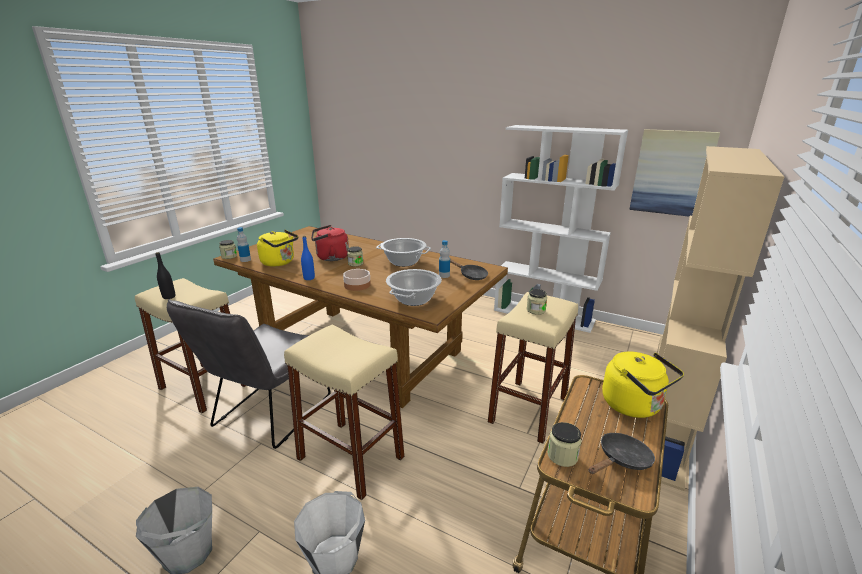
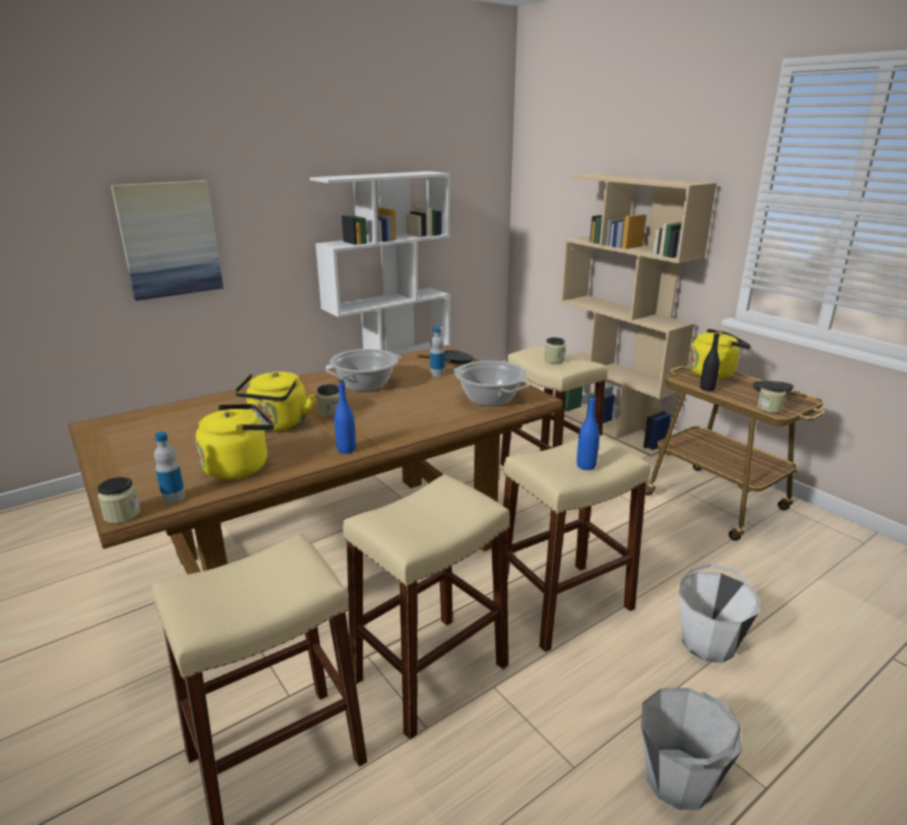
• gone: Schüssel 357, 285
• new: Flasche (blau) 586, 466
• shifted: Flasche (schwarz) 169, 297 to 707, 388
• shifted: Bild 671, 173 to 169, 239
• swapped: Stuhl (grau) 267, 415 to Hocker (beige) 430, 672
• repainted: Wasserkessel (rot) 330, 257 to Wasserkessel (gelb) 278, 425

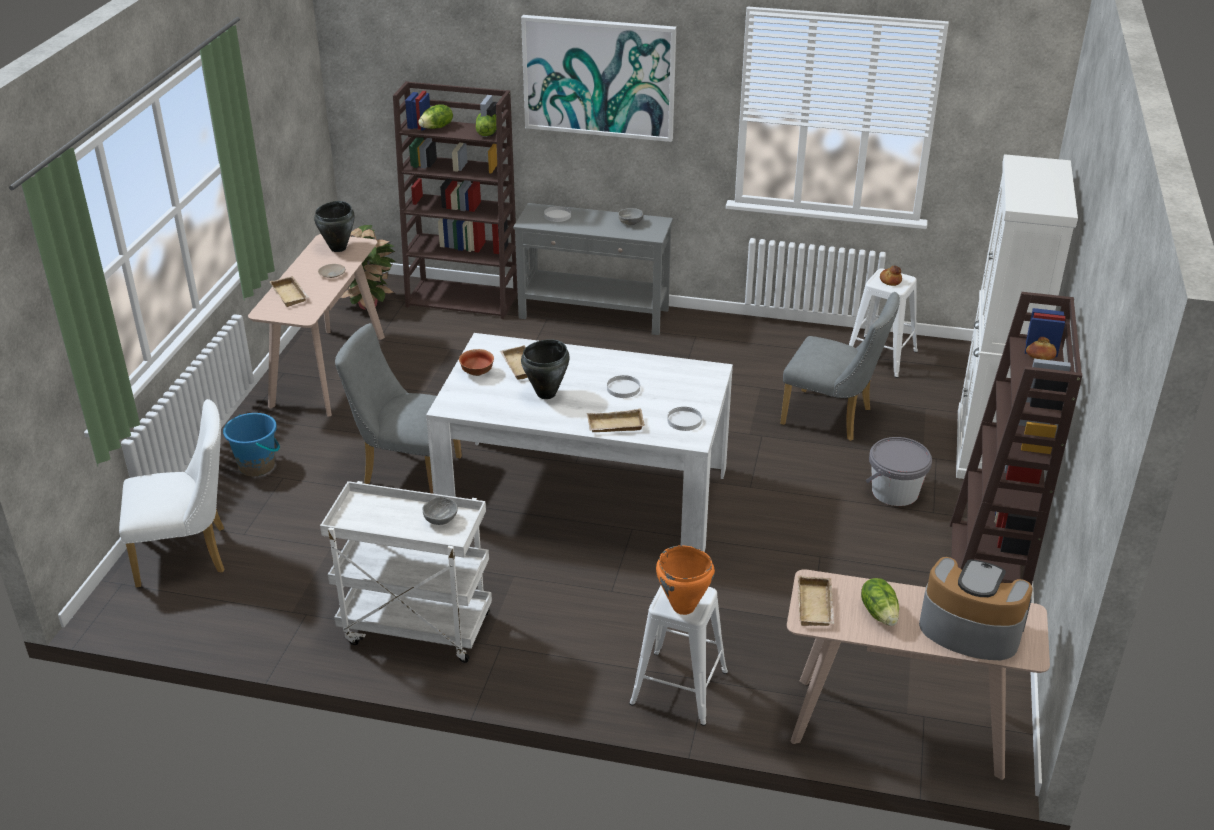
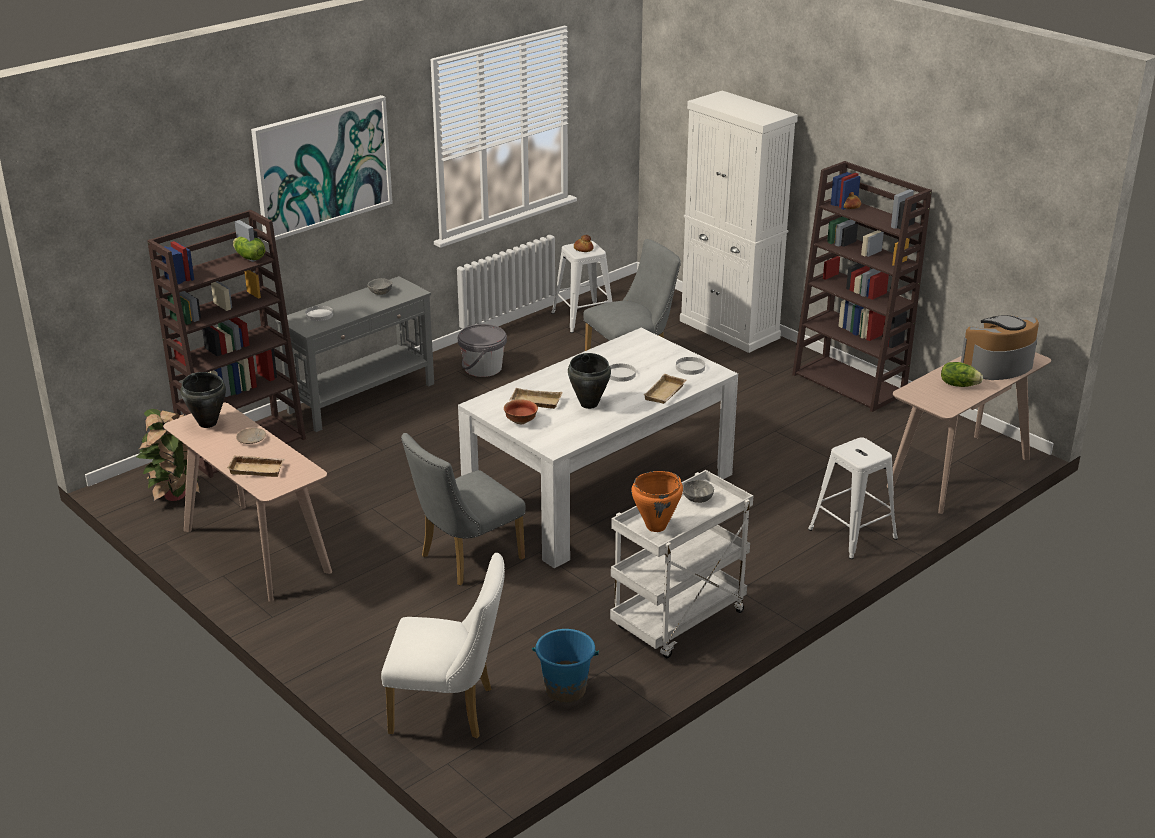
• gone: Salatkopf 437, 127
• gone: Tablett (beige) 816, 606
• shifted: Eimer (blau) 257, 466 to 565, 689
• shifted: Kochtopf (orange) 683, 607 to 656, 526
• shifted: Eimer (grau) 895, 492 to 483, 368
• rotated: Stuhl (weiß) 190, 555 = 450, 711 75 degrees clockwise

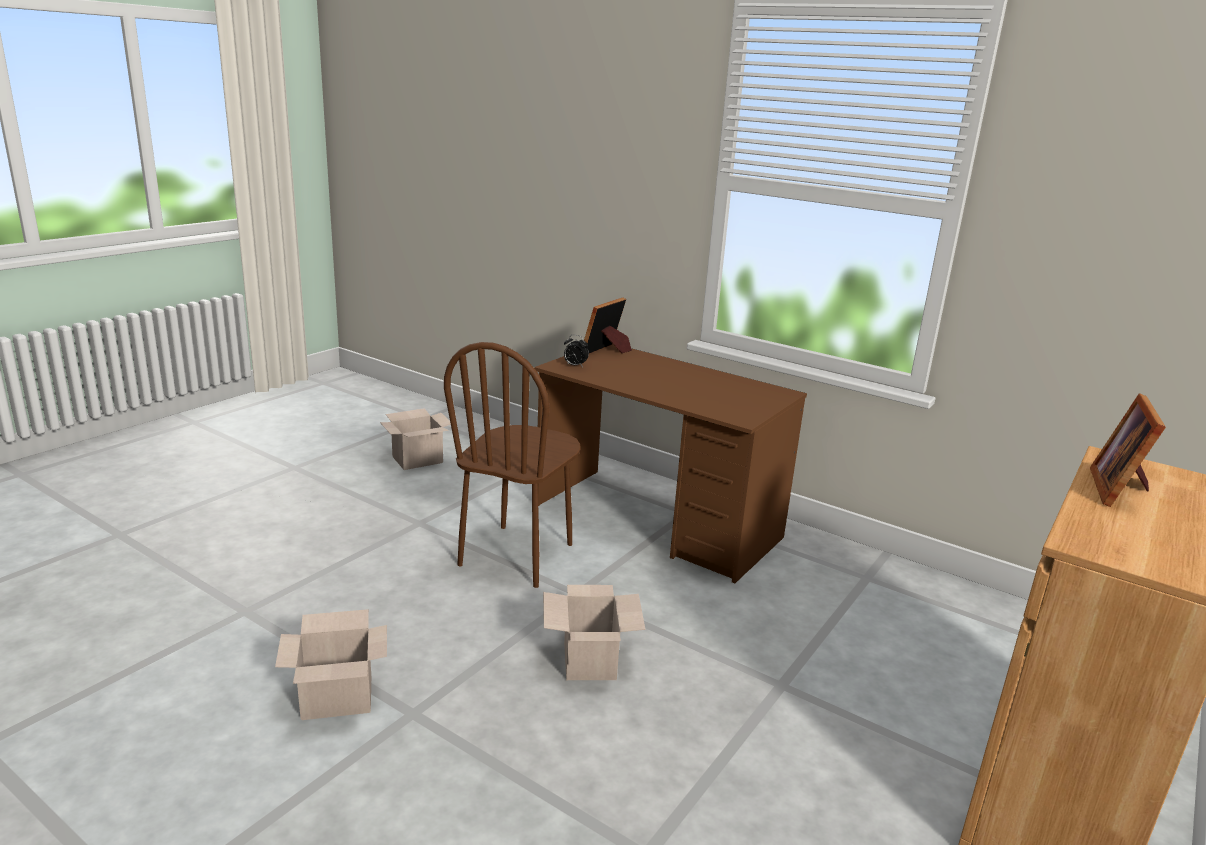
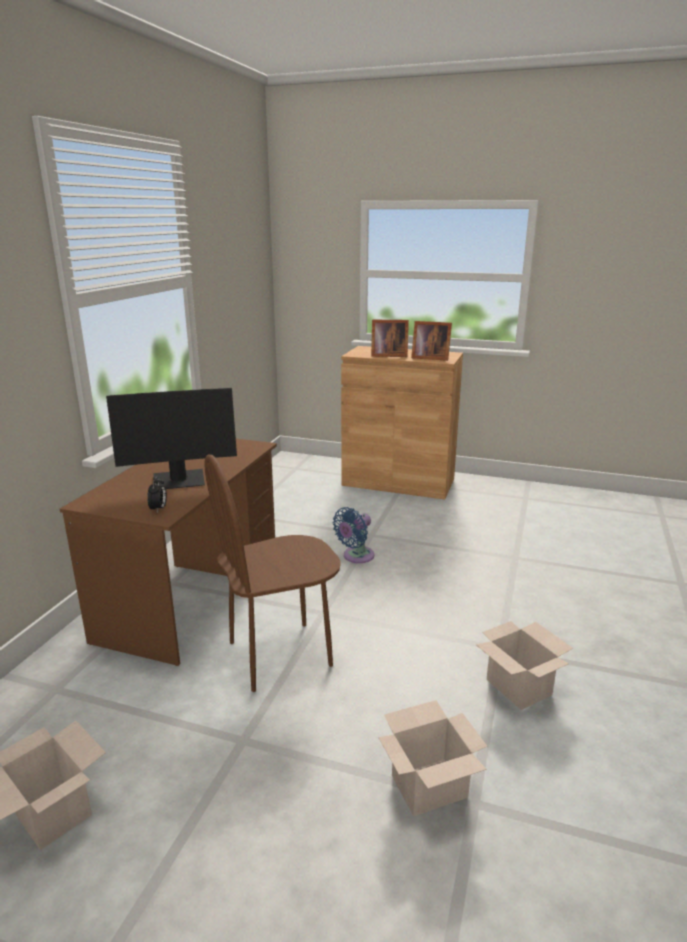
• new: Monitor 179, 481
• new: Ventilator (blau) 356, 556
• shifted: Karton 591, 662 to 430, 785
• shifted: Bilderrahmen 607, 351 to 429, 358
• rotated: Stuhl (braun) 517, 555 = 280, 654 150 degrees clockwise

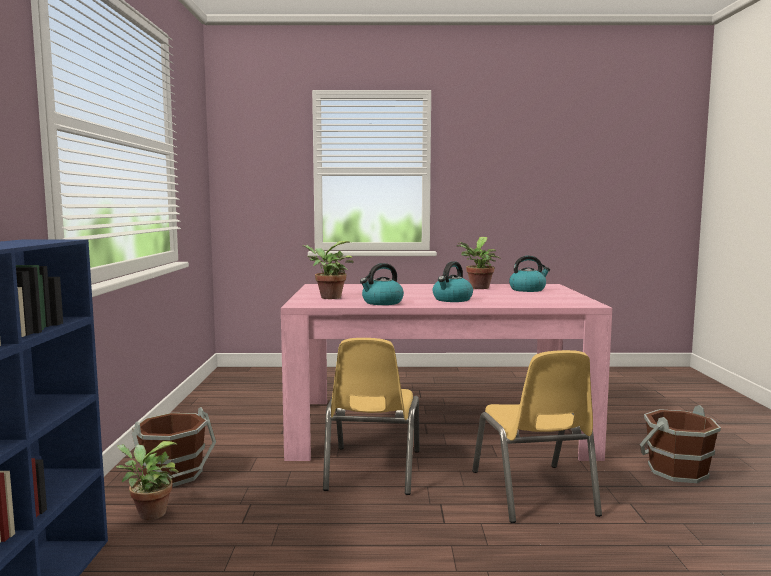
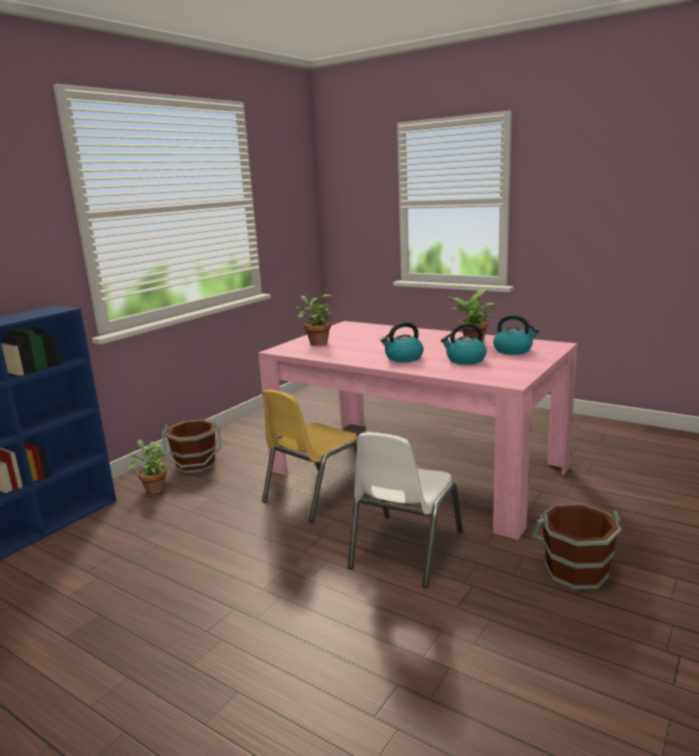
• shifted: Wasserkessel 382, 302 to 465, 360
• repainted: Stuhl (gelb) 533, 493 to Stuhl (weiß) 405, 549

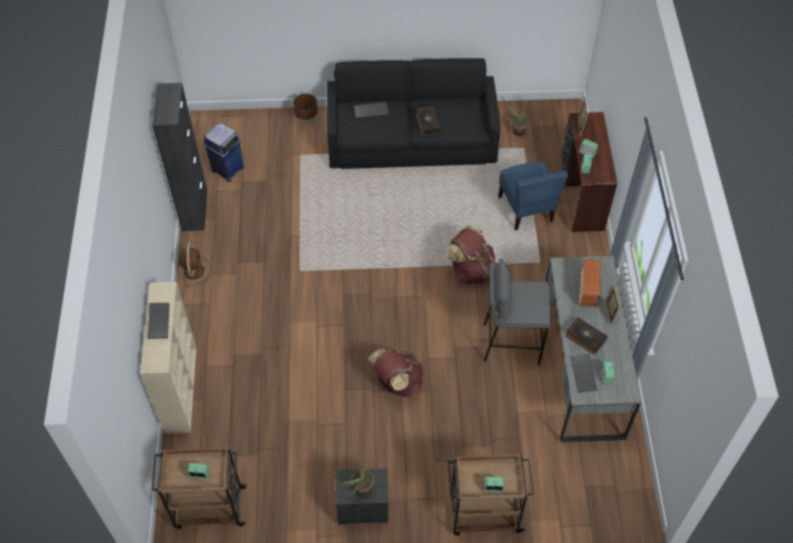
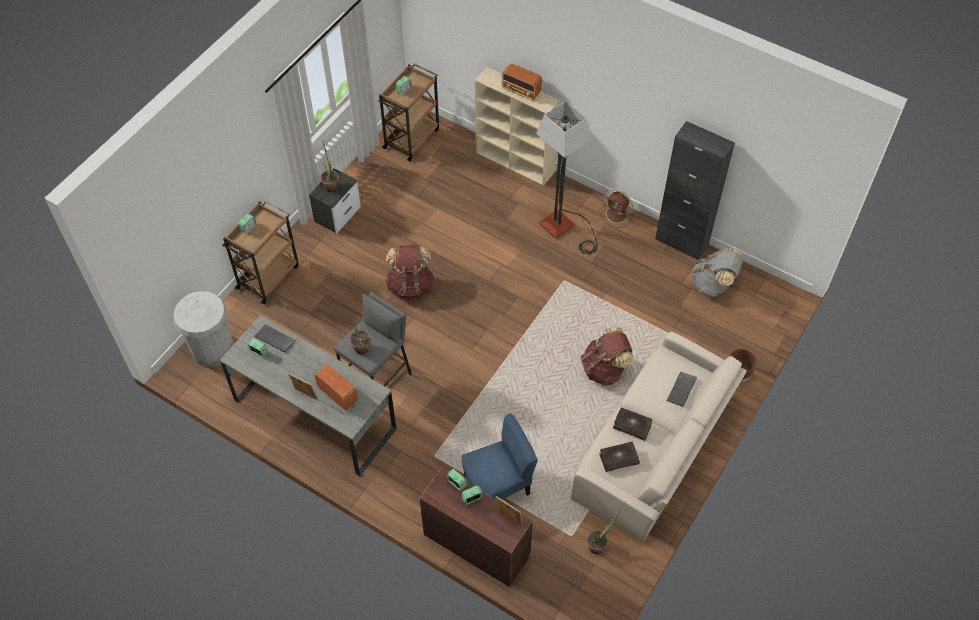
• new: Mülleimer (weiß) 212, 349
• new: Topfpflanze 362, 351
• new: Stehlampe 565, 228
• shifted: Rucksack (braun) 471, 270 to 604, 369
• shifted: Buch 585, 338 to 618, 459
• swapped: Tastatur 158, 320 to Radio 521, 91
• swapped: Mülleimer (blau) 227, 169 to Rucksack (grau) 713, 285
• repainted: Sofa (schwarz) 412, 136 to Sofa (beige) 654, 447
• rotated: Stuhl (blau) 526, 209 = 497, 486 135 degrees clockwise

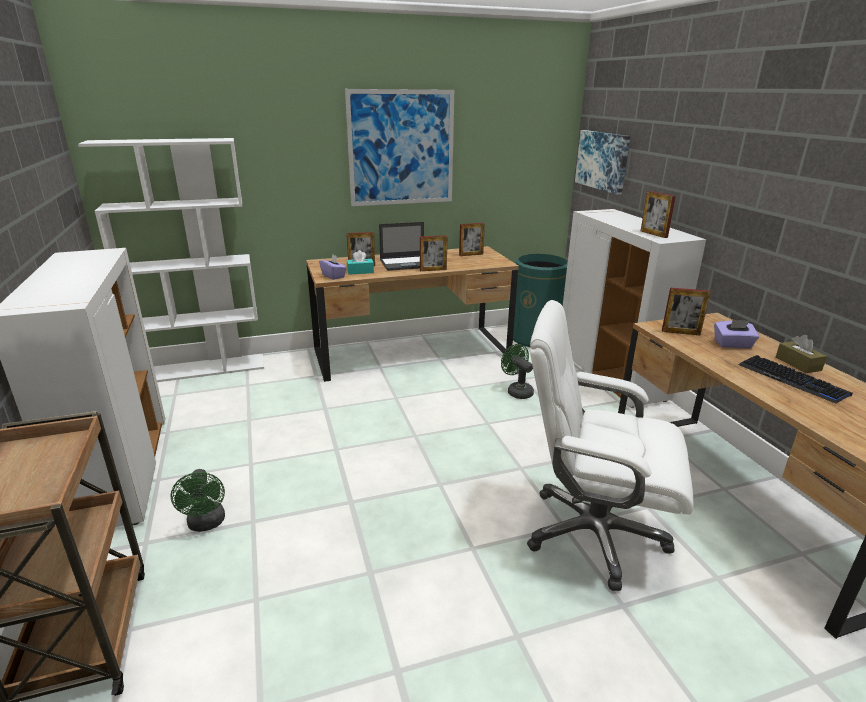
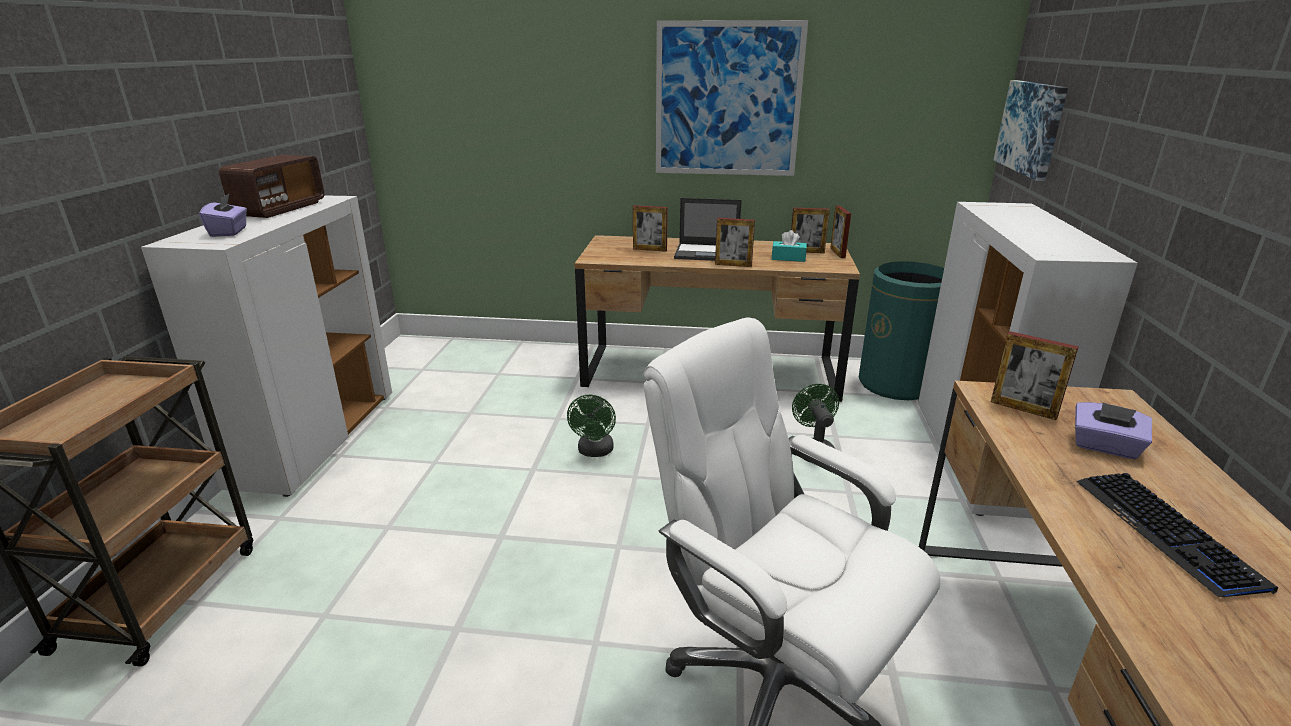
• gone: Bücherregal (weiß) 204, 368
• gone: Taschentuchbox (braun) 798, 364
• new: Radio 280, 209
• shifted: Ventilator (grün) 206, 524 to 595, 452
• shifted: Taschentuchbox (lila) 333, 276 to 229, 232
• shifted: Taschentuchbox (türkis) 360, 271 to 788, 258
• shifted: Bilderrahmen 653, 234 to 837, 253

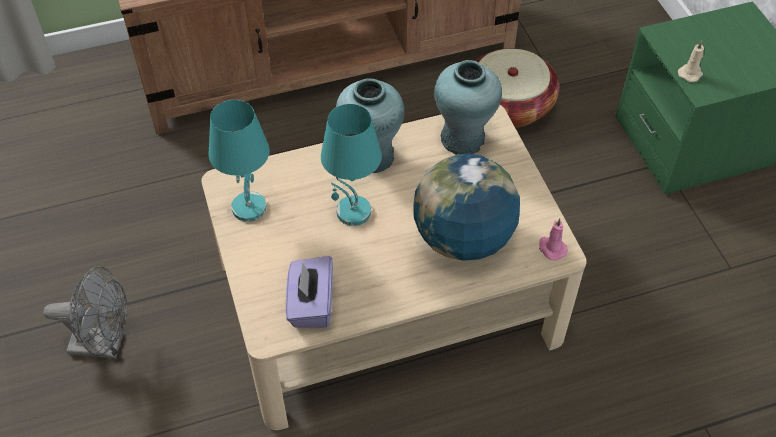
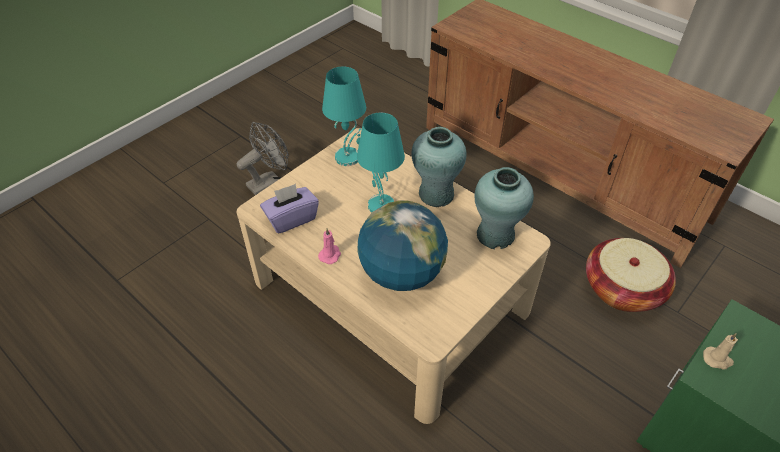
• shifted: Kerze (rosa) 551, 248 to 330, 255
• rotated: Ventilator (grau) 105, 344 = 269, 181 105 degrees counterclockwise

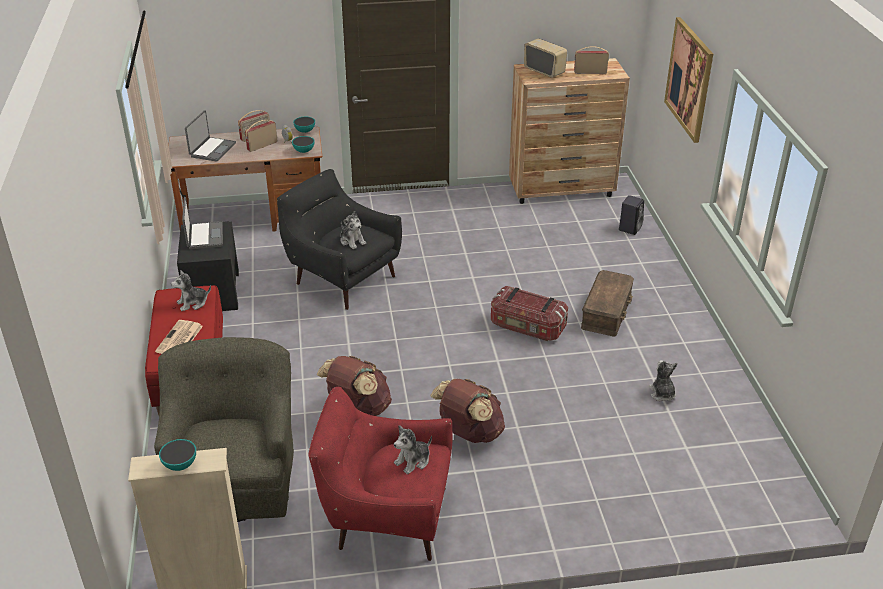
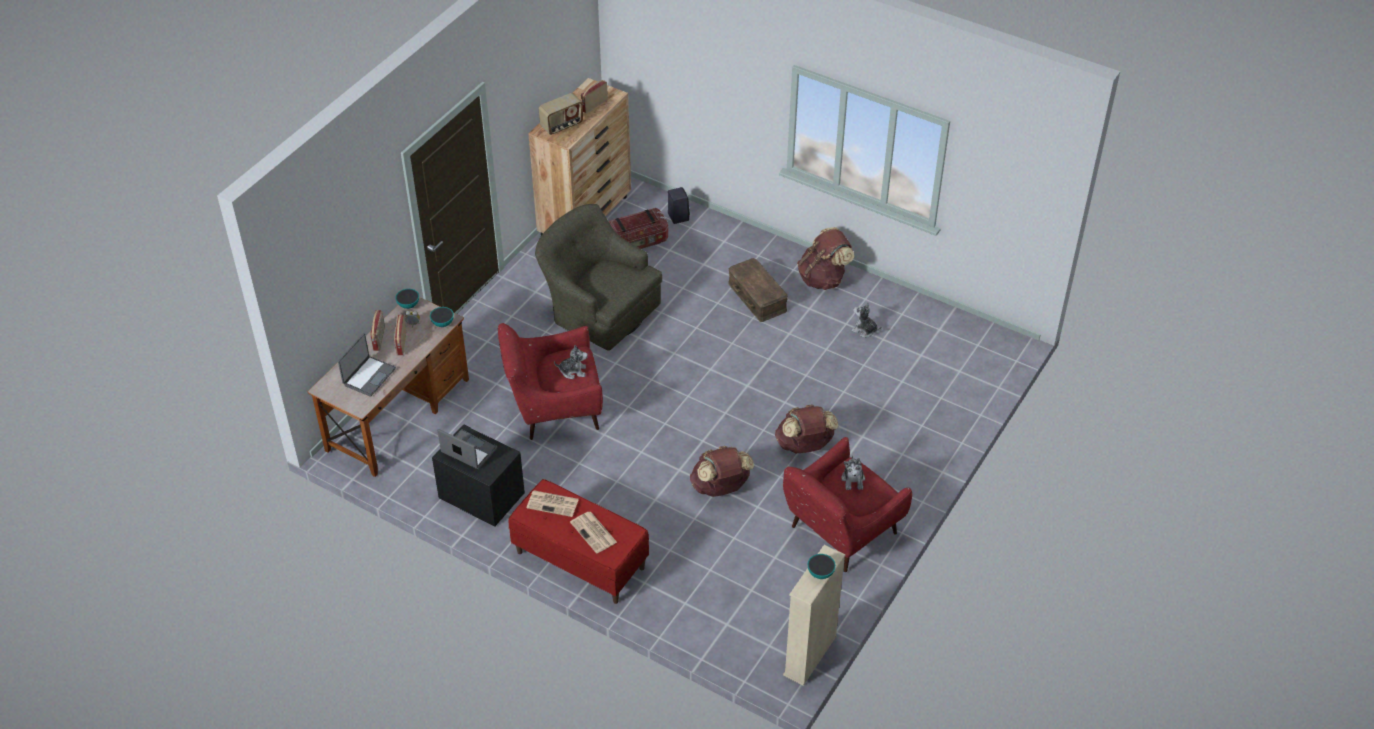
• gone: Bild 689, 79
• new: Rucksack (braun) 823, 278
• shifted: Sessel (grün) 233, 475 to 599, 309
• shifted: Aufbewahrungsbox 527, 327 to 636, 243
• swapped: Plüschtier 192, 303 to Zeitung 553, 503
• repainted: Sessel (schwarz) 342, 278 to Sessel (rot) 553, 409
• rotated: Laptop 212, 150 = 368, 376 60 degrees clockwise
• rotated: Radio 544, 71 = 562, 126 150 degrees clockwise

